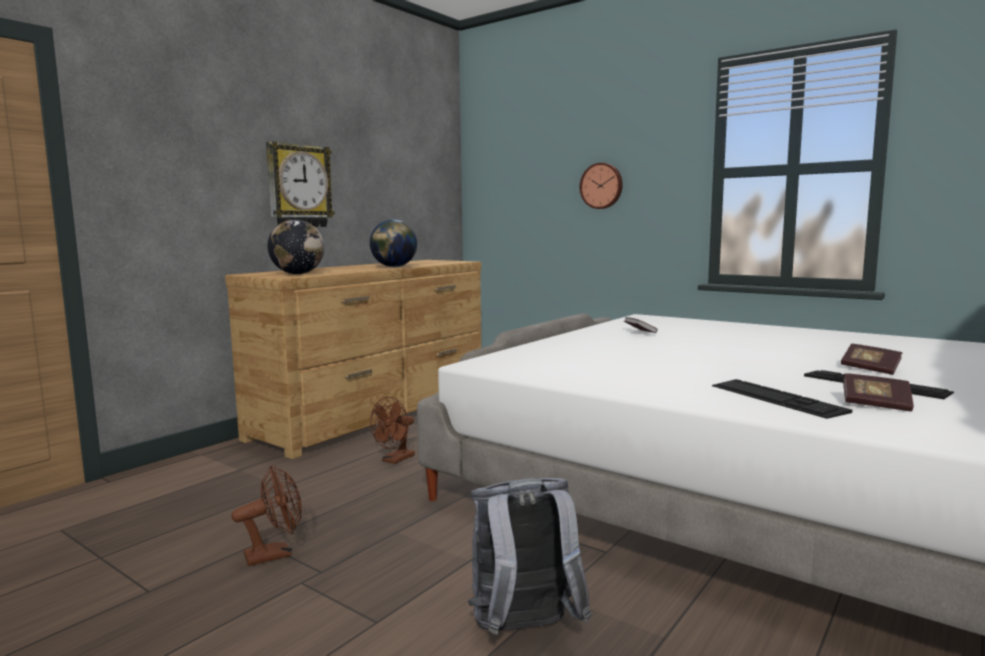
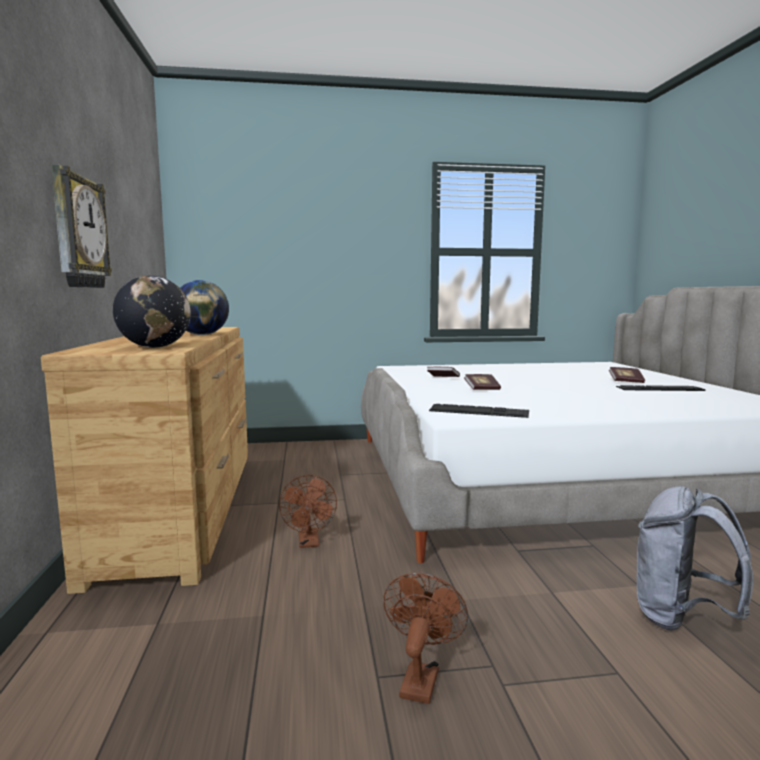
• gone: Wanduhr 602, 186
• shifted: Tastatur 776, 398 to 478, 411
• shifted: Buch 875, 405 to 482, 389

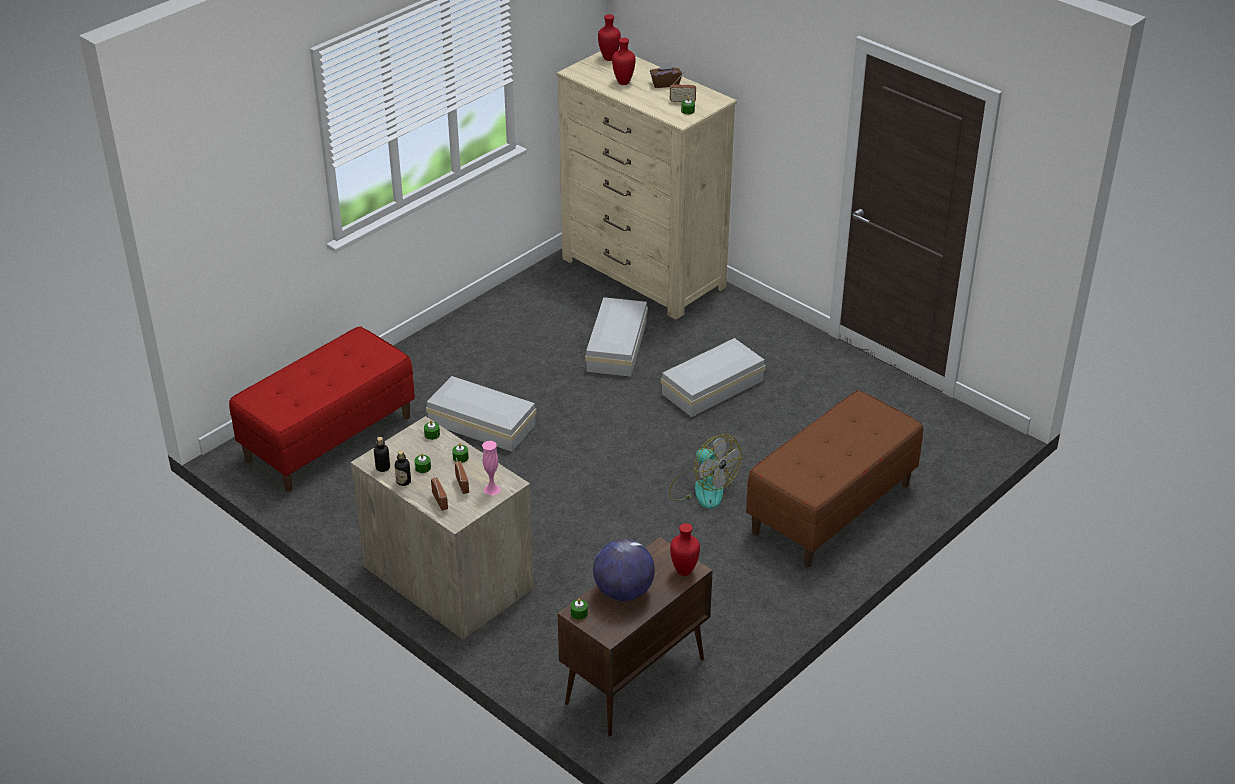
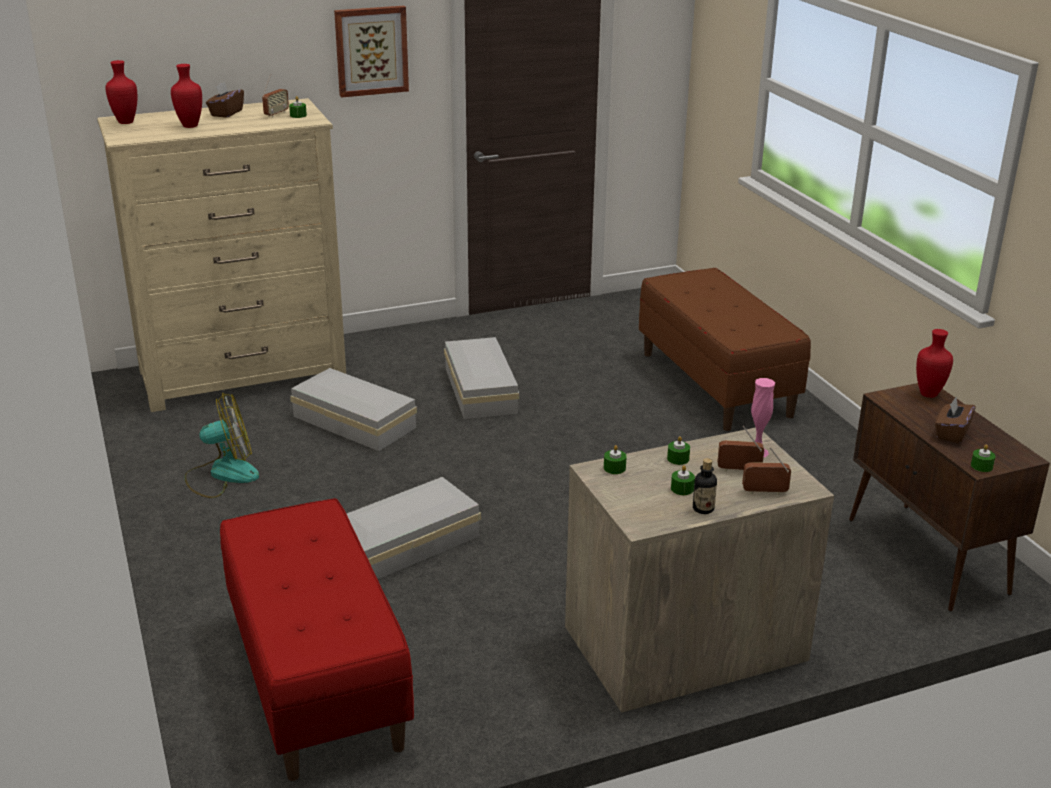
• gone: Flasche 383, 467
• new: Bild 371, 50
• shifted: Ventilator 702, 488 to 222, 474
• swapped: Globus 623, 591 to Taschentuchbox (braun) 951, 433

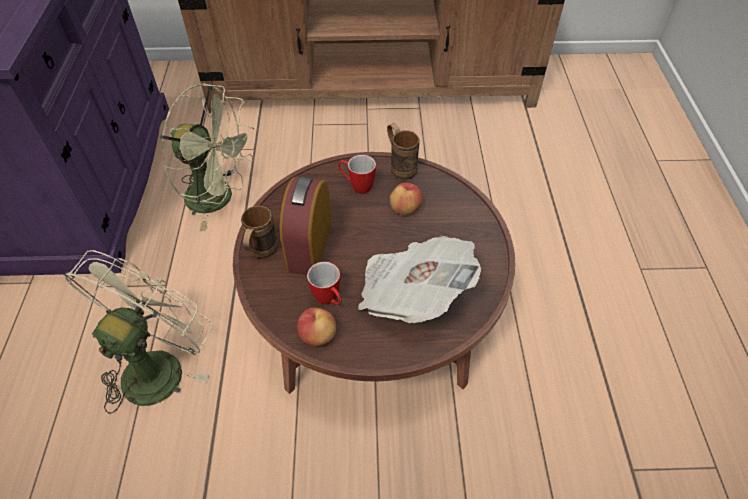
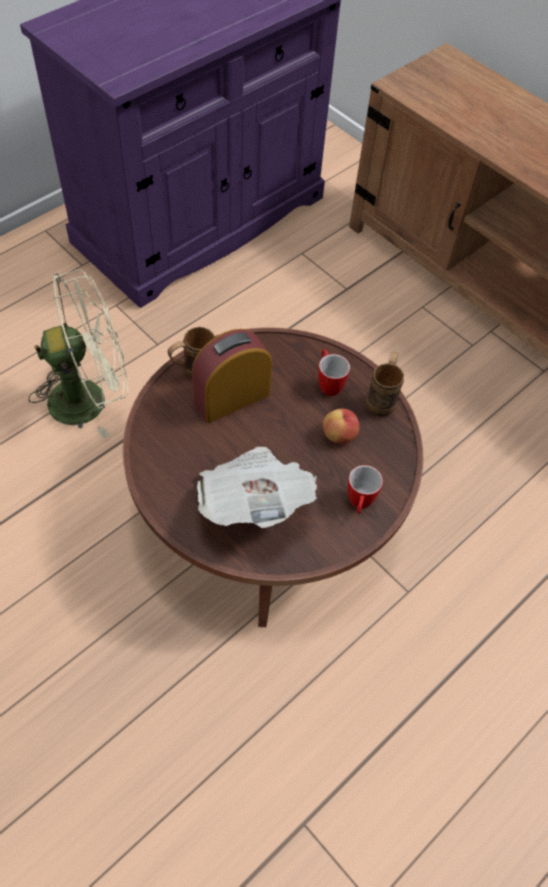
• gone: Ventilator (grün) 220, 198
• gone: Apfel 317, 335
• shifted: Henkelbecher 329, 300 to 359, 505

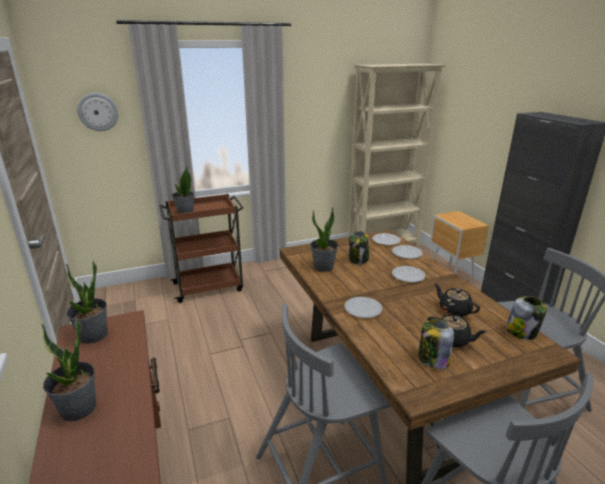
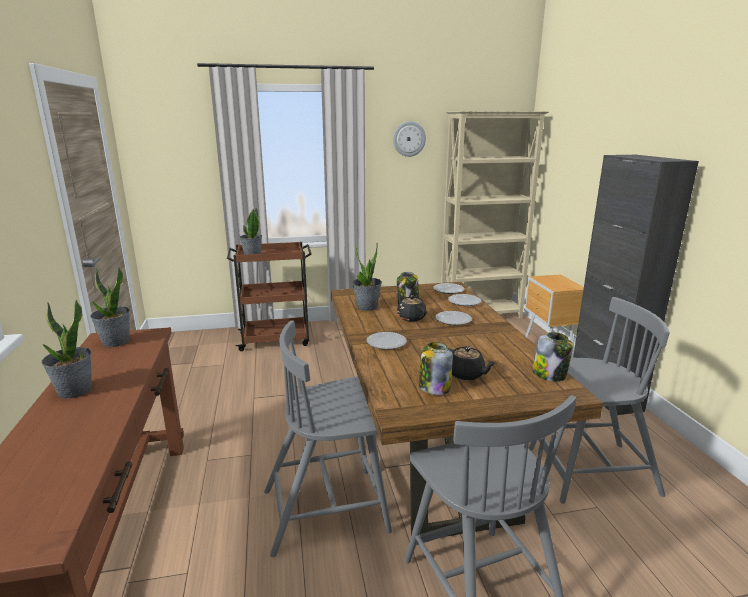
• shifted: Wanduhr 98, 112 to 409, 139
• shifted: Teekanne (schwarz) 454, 310 to 411, 317

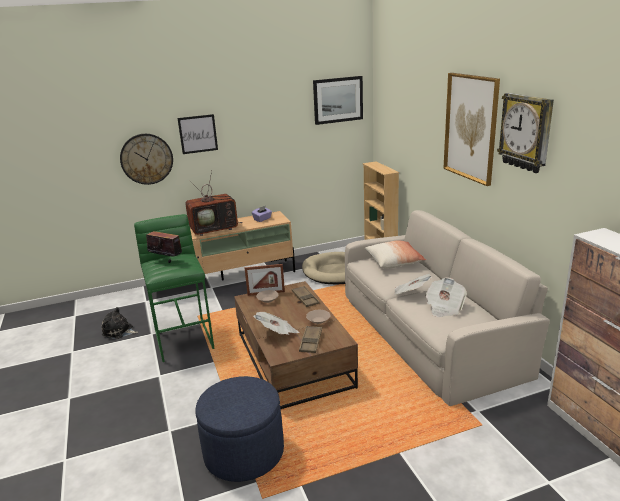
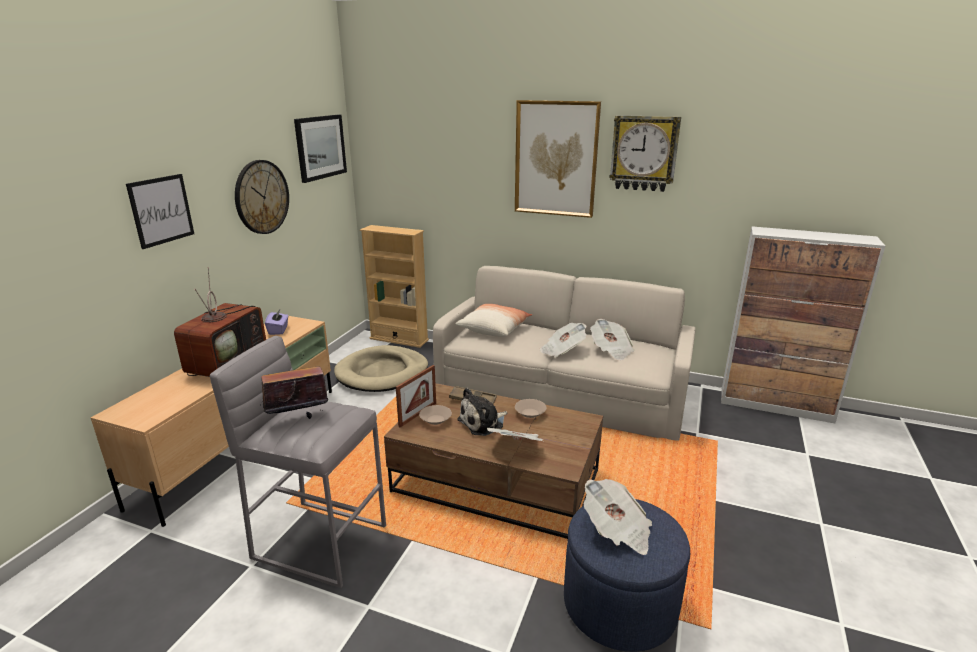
• gone: Tablett (braun) 311, 342
• new: Zeitung 617, 531
• shifted: Plüschtier 119, 332 to 483, 423
• shifted: Wanduhr 146, 159 to 261, 197
• repainted: Hocker (grün) 184, 339 to Hocker (grau) 320, 540

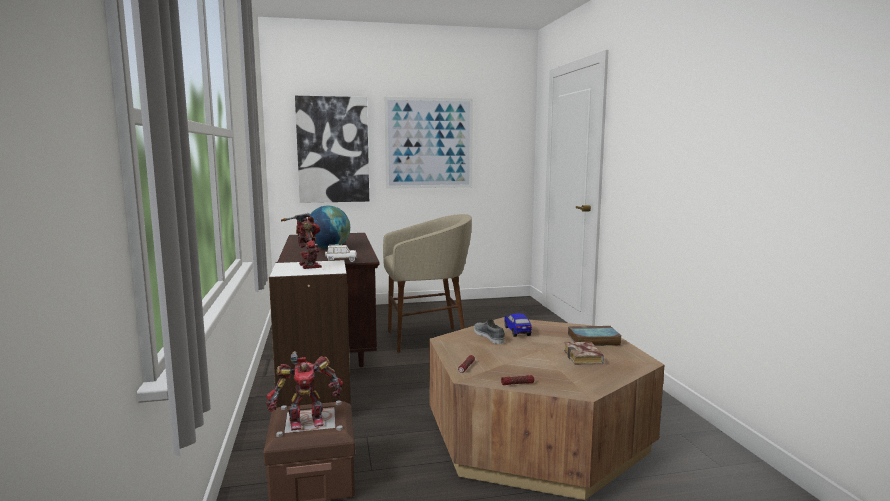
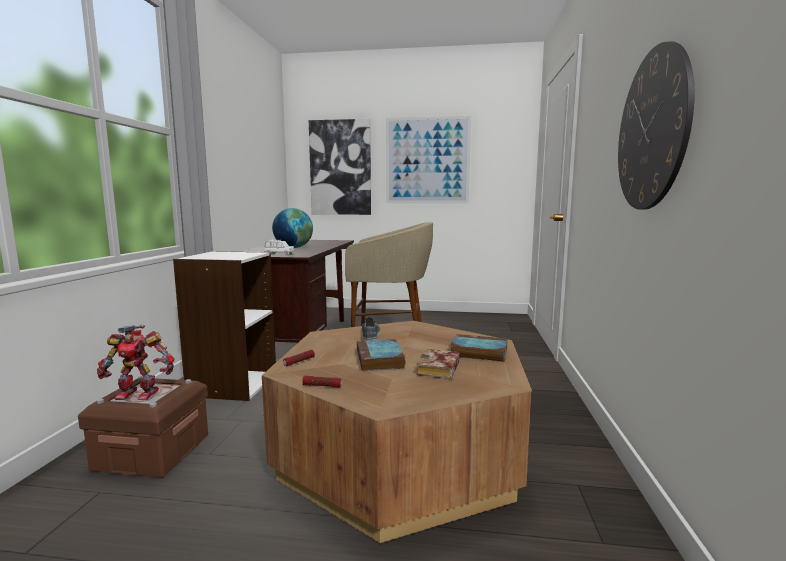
• gone: Spielzeugroboter 308, 266
• gone: Spielzeugauto 517, 331
• new: Buch 380, 360
• new: Wanduhr 652, 130

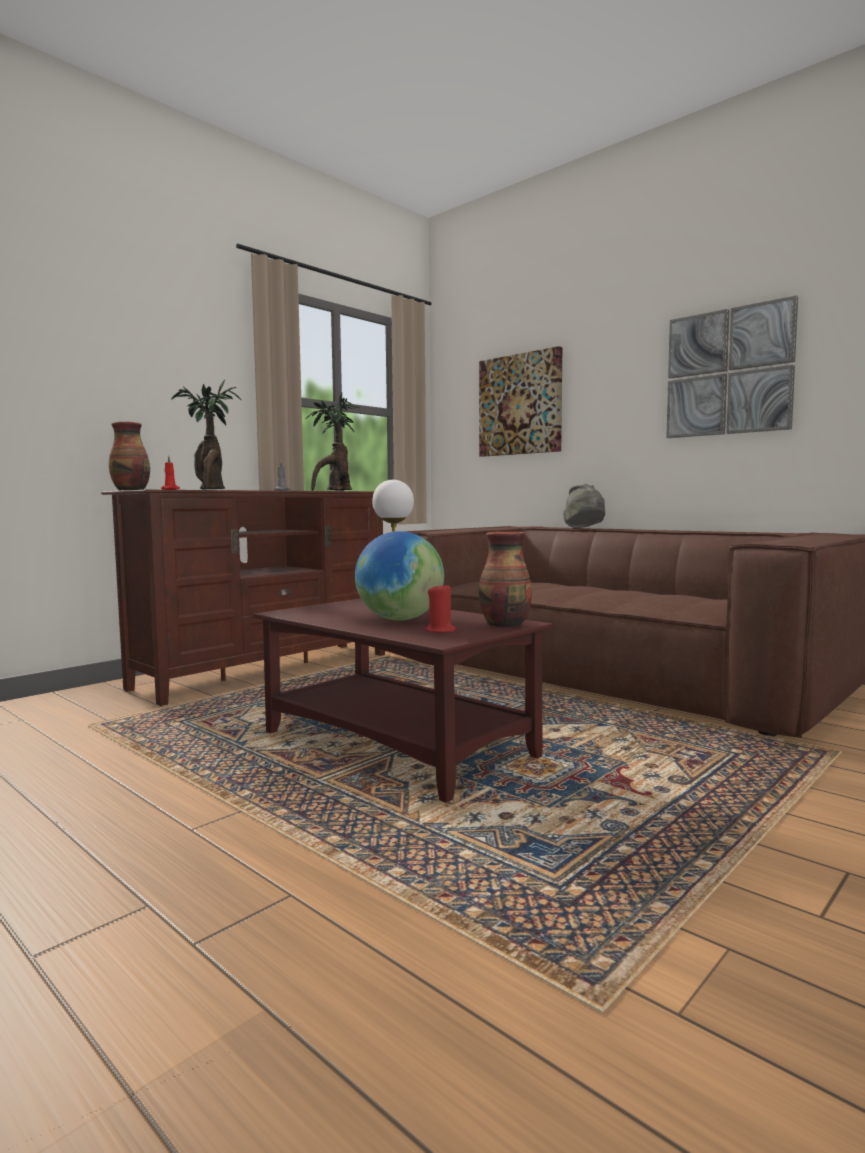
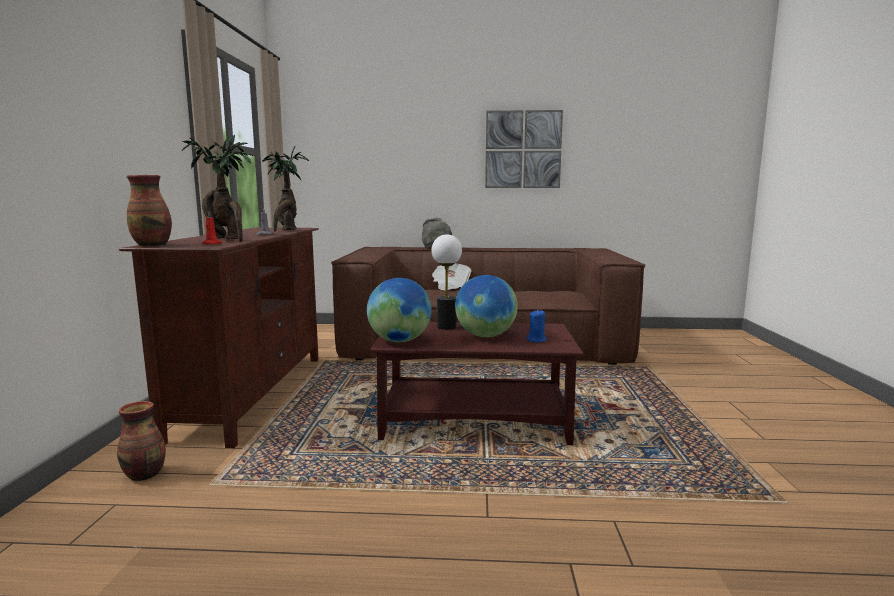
• gone: Bild 520, 404
• new: Globus 399, 341
• new: Zeitung 450, 286
• shifted: Vase 506, 625 to 145, 474
• repainted: Kerze (rot) 440, 630 to Kerze (blau) 536, 340

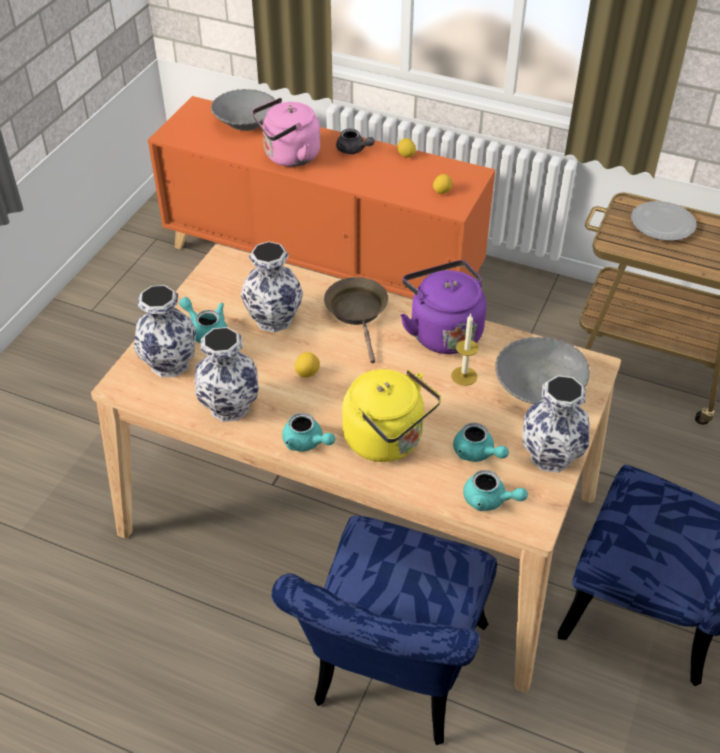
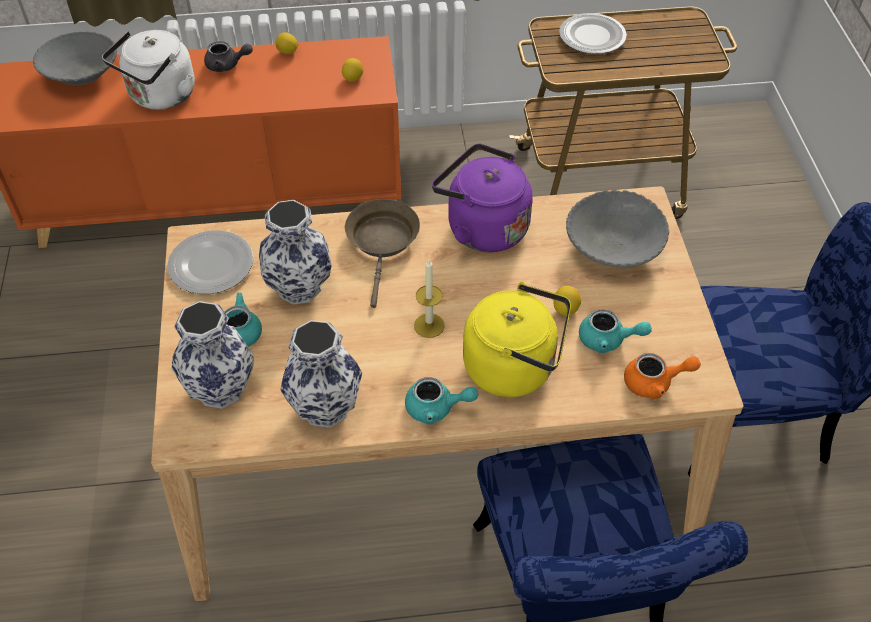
• gone: Vase 550, 457
• new: Teller 211, 264
• shifted: Zitrone 307, 373 to 565, 309
• shifted: Kerze 464, 376 to 429, 325
• repainted: Wasserkessel (rosa) 288, 157 to Wasserkessel (weiß) 160, 97
• repainted: Teekanne (türkis) 490, 500 to Teekanne (orange) 654, 383
• rotated: Pfanne (braun) 358, 313 = 383, 242 45 degrees clockwise

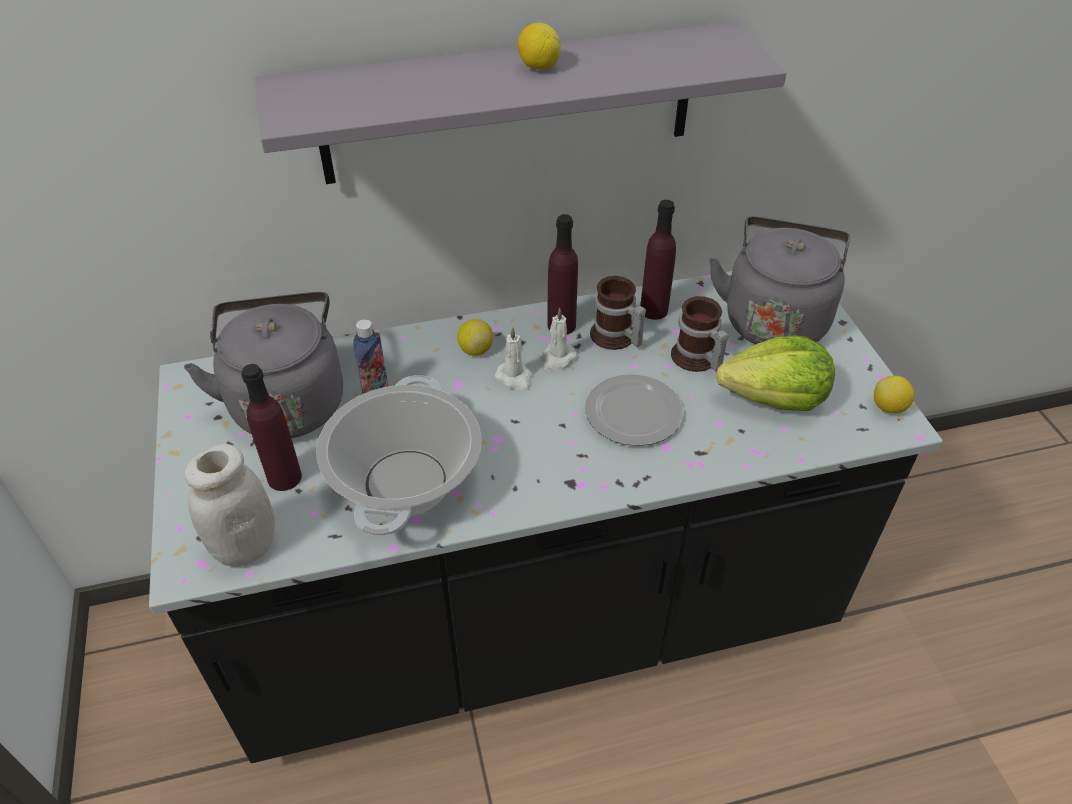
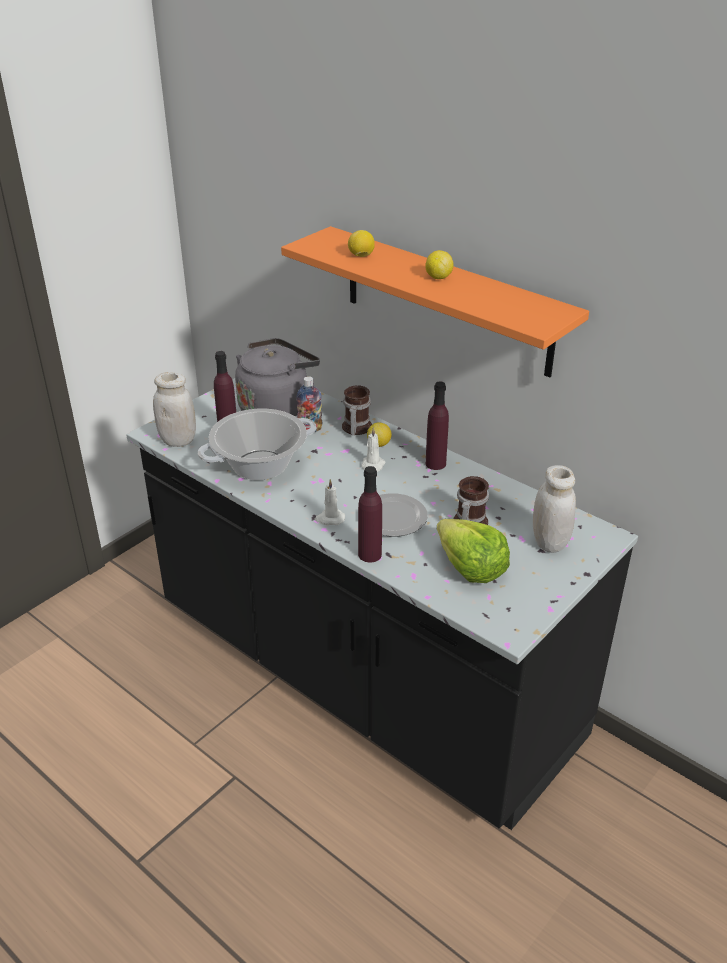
• shifted: Kerze (weiß) 557, 359 to 329, 519
• shifted: Henkelbecher 614, 338 to 355, 428
• shifted: Flasche (lila) 654, 310 to 370, 554
• shifted: Zitrone 889, 407 to 361, 256
• swapped: Wasserkessel (grau) 774, 319 to Vorratsglas (weiß) 549, 542
• repainted: Wandregal (grau) 509, 104 to Wandregal (orange) 446, 301

